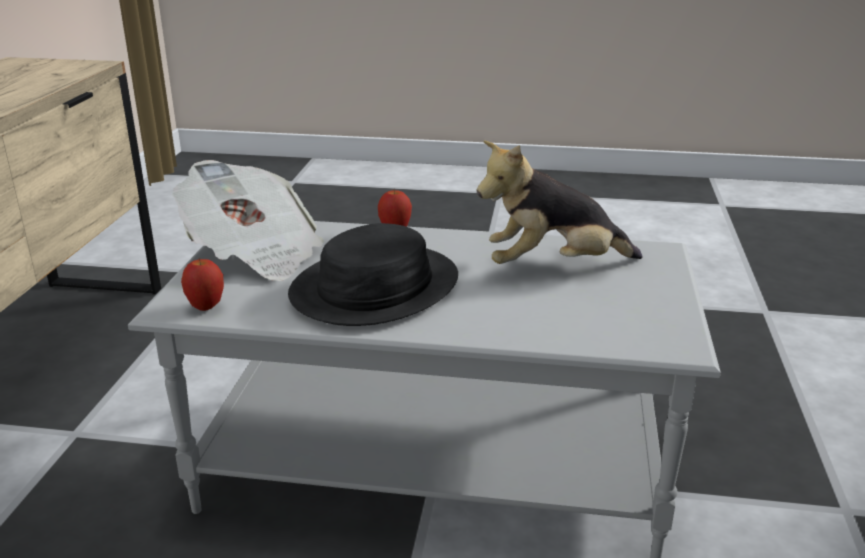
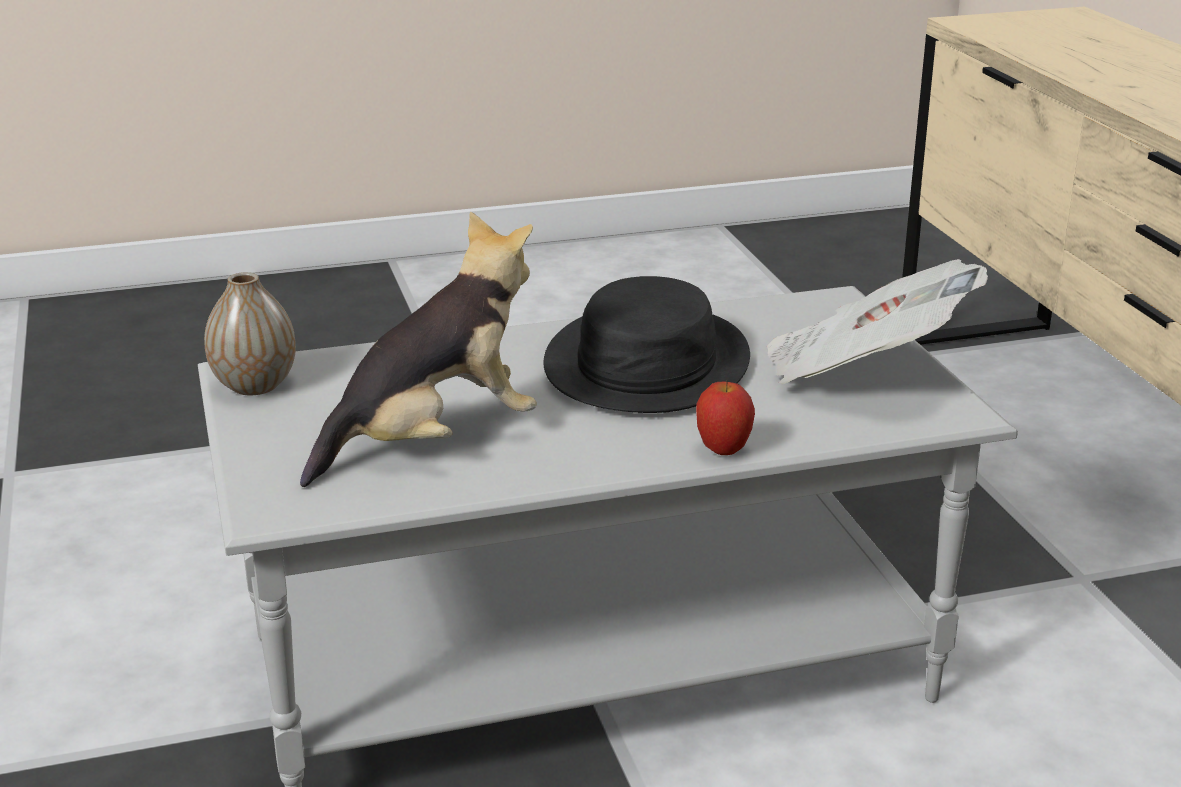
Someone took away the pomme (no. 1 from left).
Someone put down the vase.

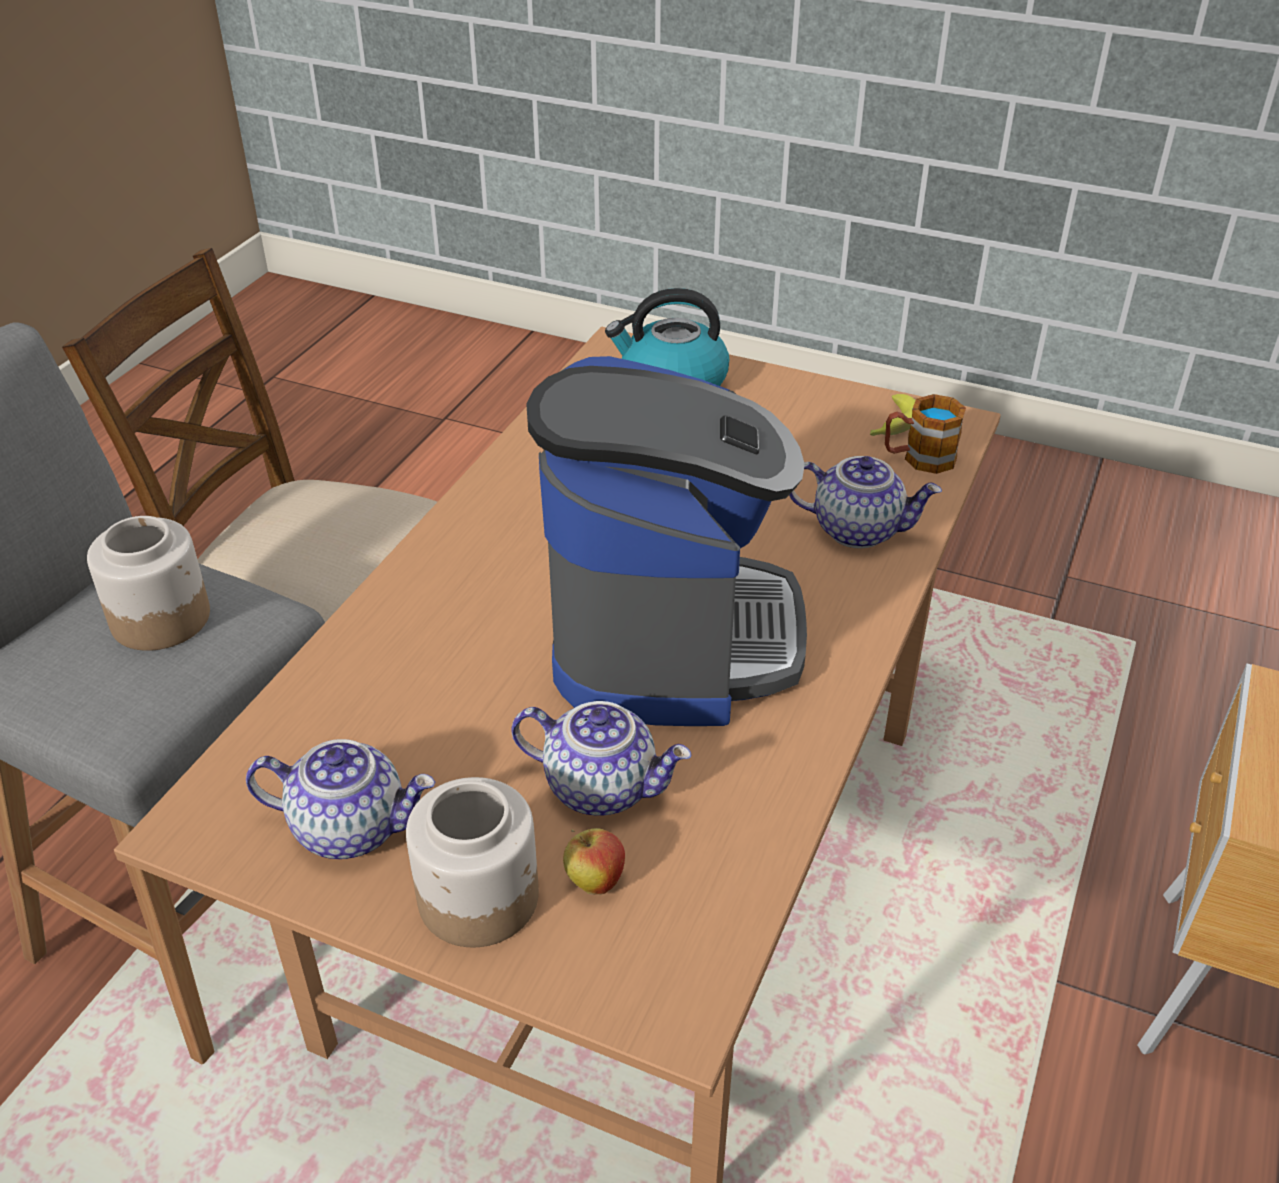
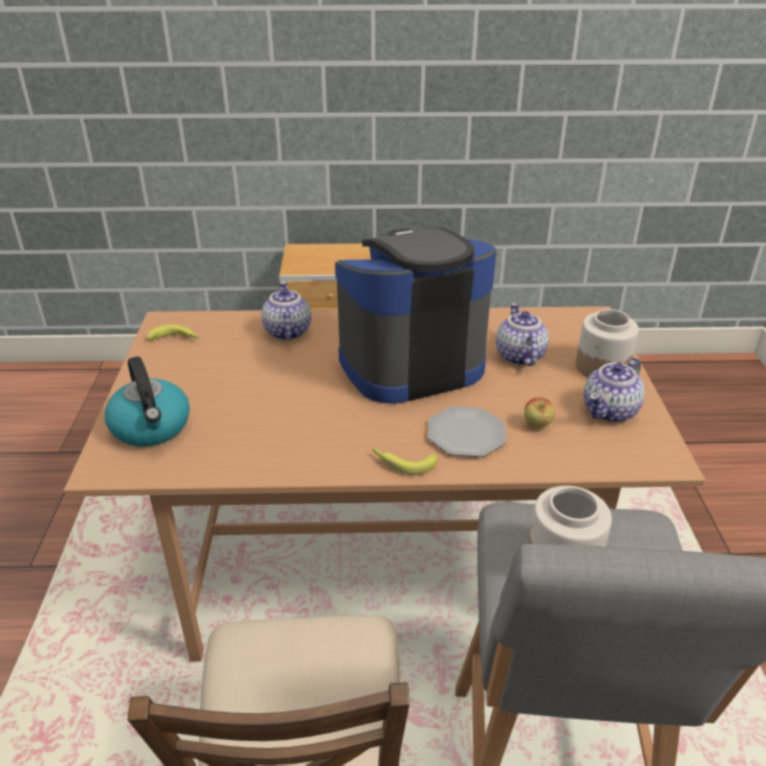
Someone took away the mug.
Someone put down the banane (no. 2 from left).
Someone put down the assiette.
Someone carried the pomme.
Someone rotated the théière (no. 1 from left in the first image) by 120 degrees counterclockwise.

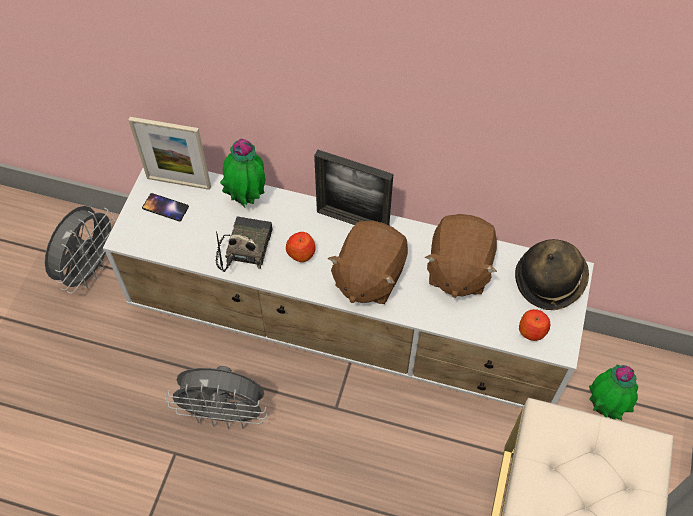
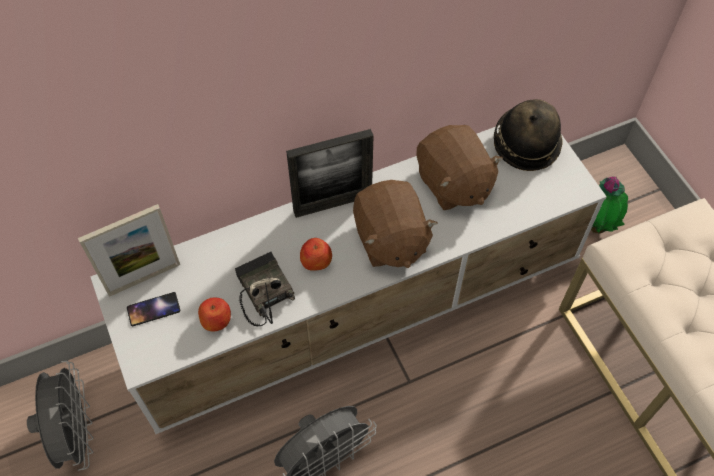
Someone took away the plante en pot (no. 1 from left).
Someone carried the pomme (no. 2 from left in the first image).

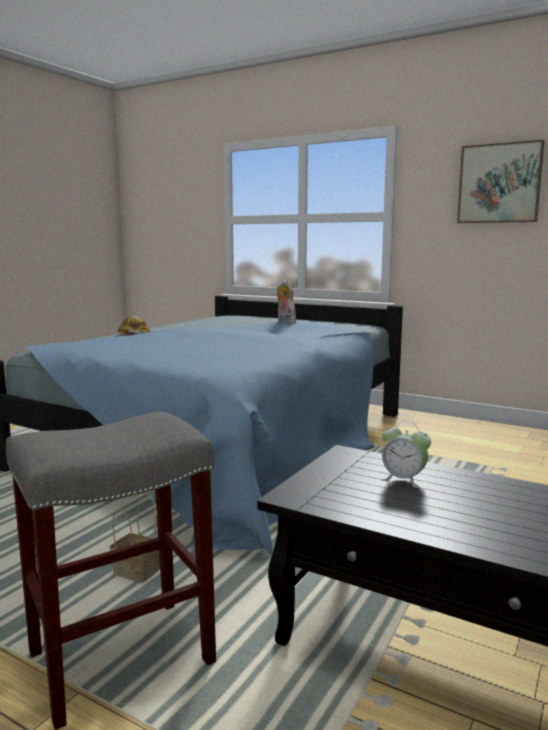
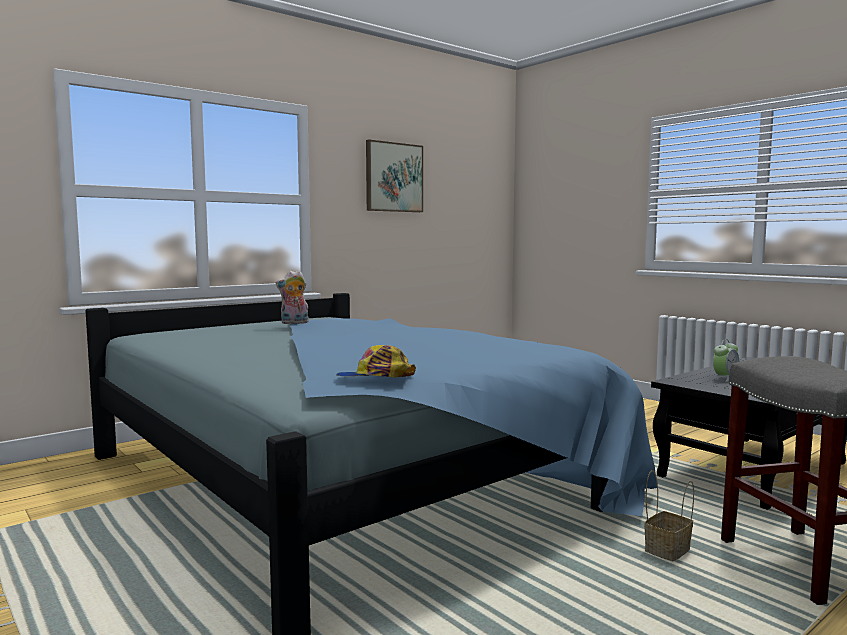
Someone carried the casquette.

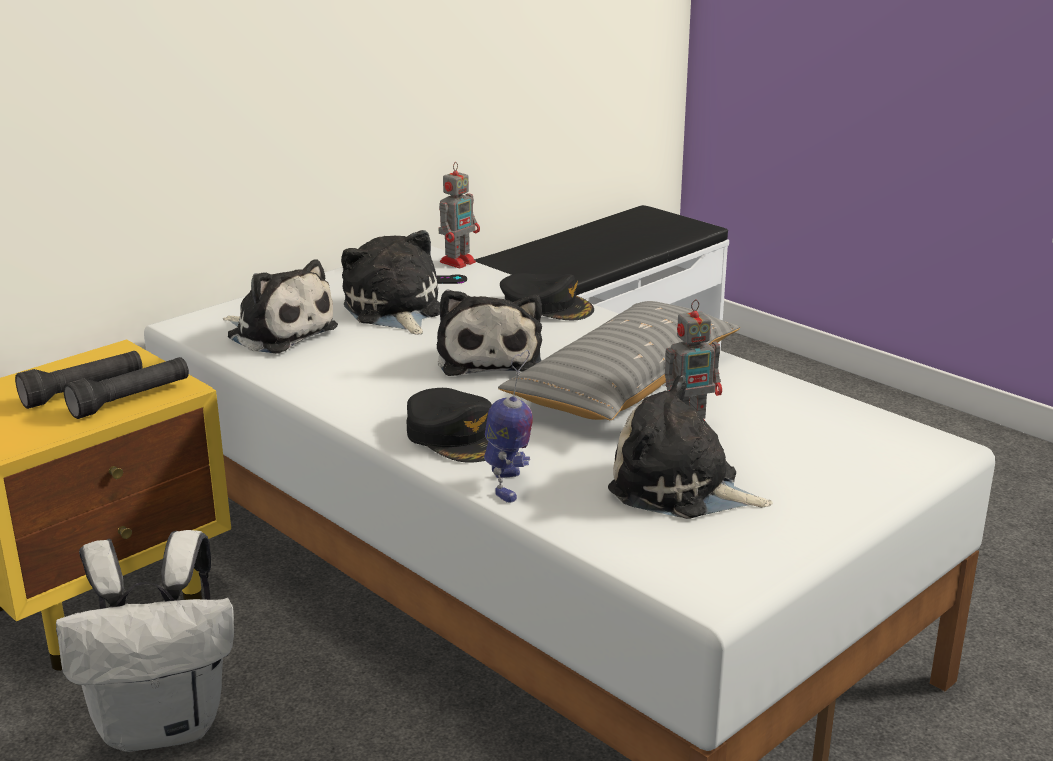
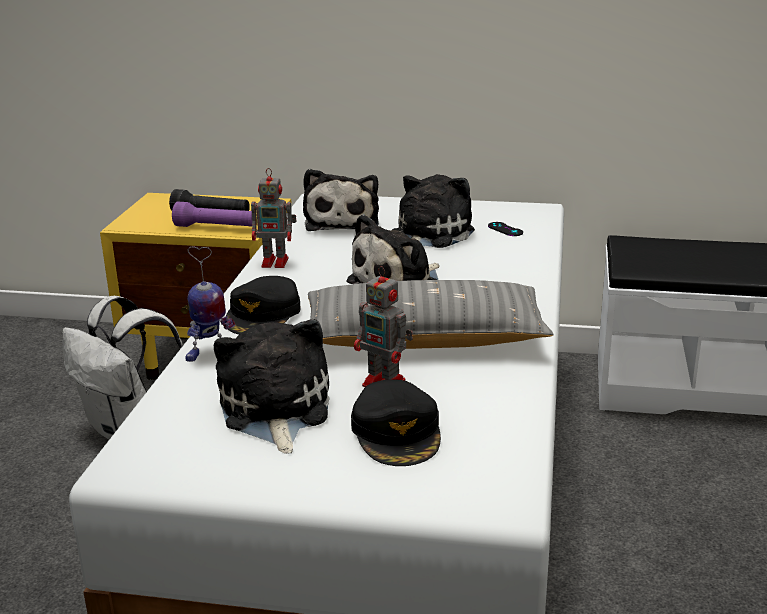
Someone carried the robot jouet (no. 1 from left in the first image).
Someone carried the casquette (noir) (no. 2 from left).
Someone repainted the lampe de poche (noir) (no. 2 from left), which became the lampe de poche (violet).

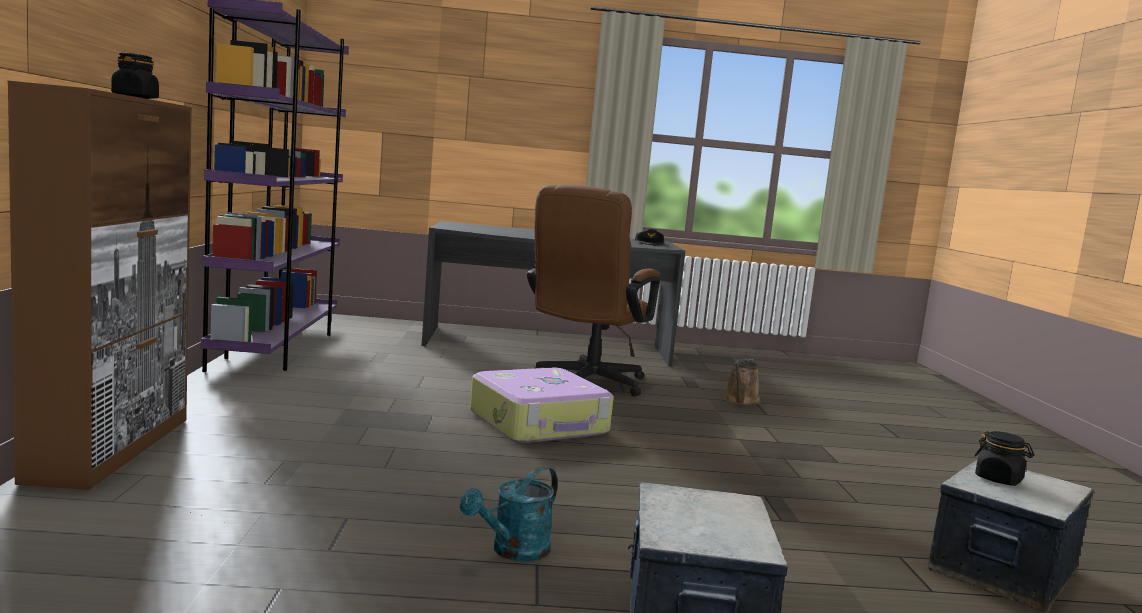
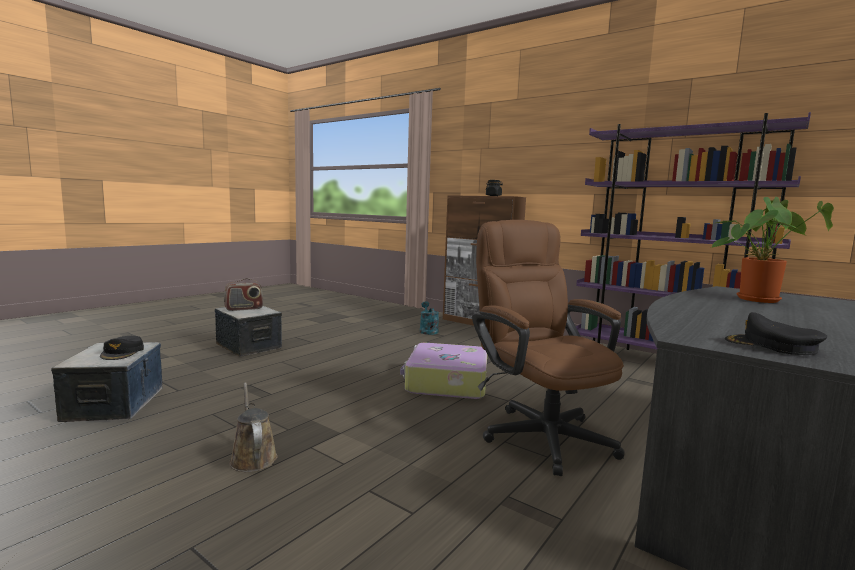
Someone put down the radio.
Someone put down the plante en pot.
Someone carried the arrosoir (turquoise).
Someone carried the arrosoir (marron).
Someone swapped the bocal (noir) (no. 2 from left) for the casquette (noir) (no. 1 from left).

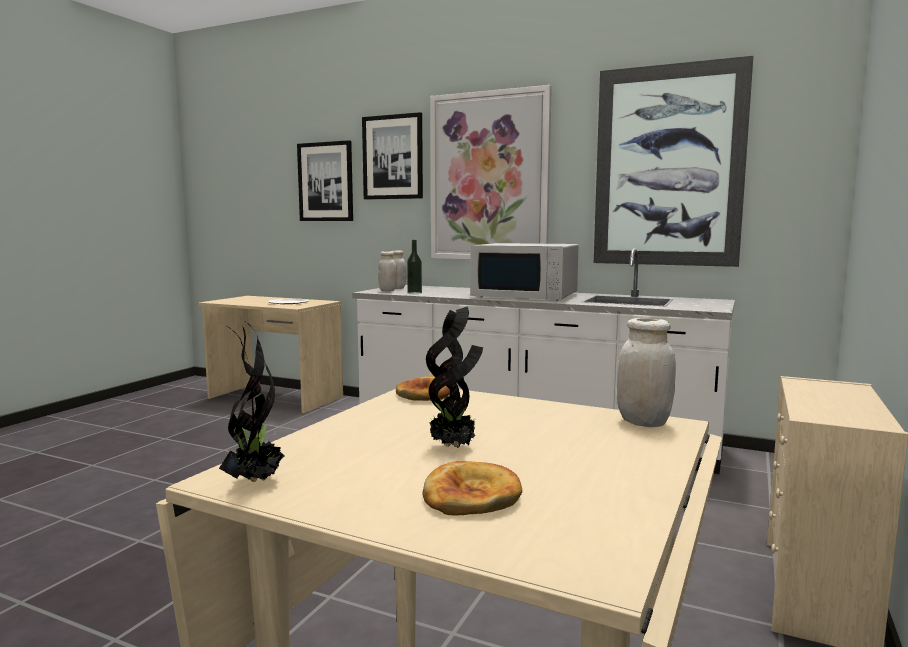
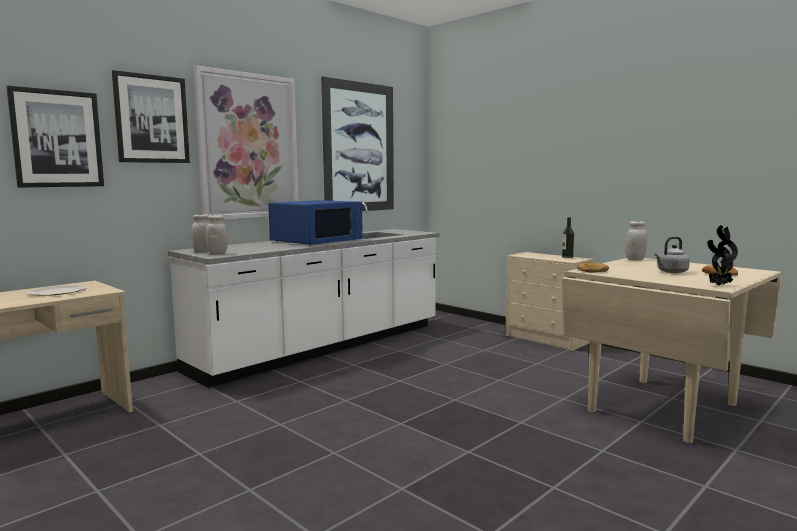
Someone carried the bouteille.
Someone swapped the plante en pot (no. 2 from left) for the bouilloire (gris).
Someone repainted the micro-ondes (blanc), which became the micro-ondes (bleu).

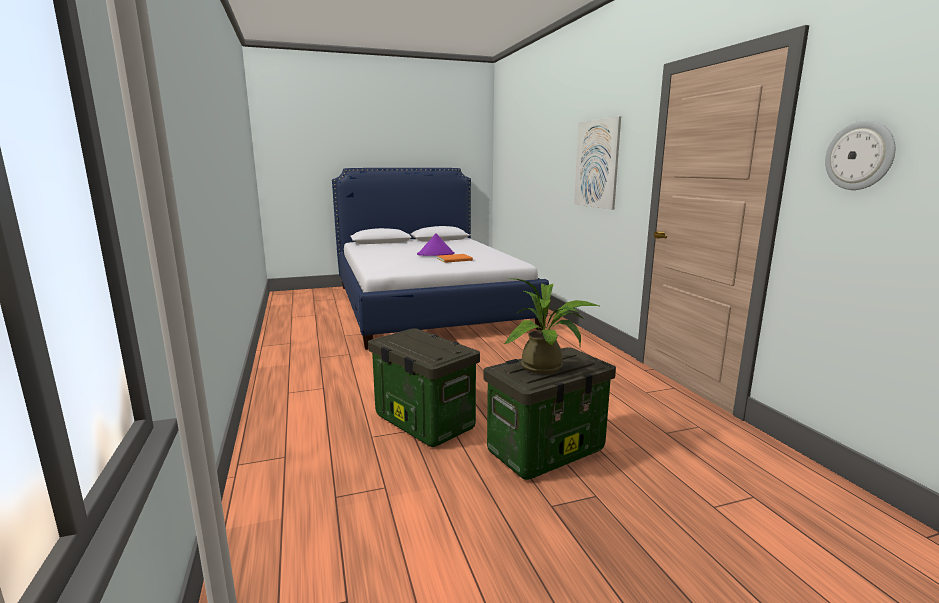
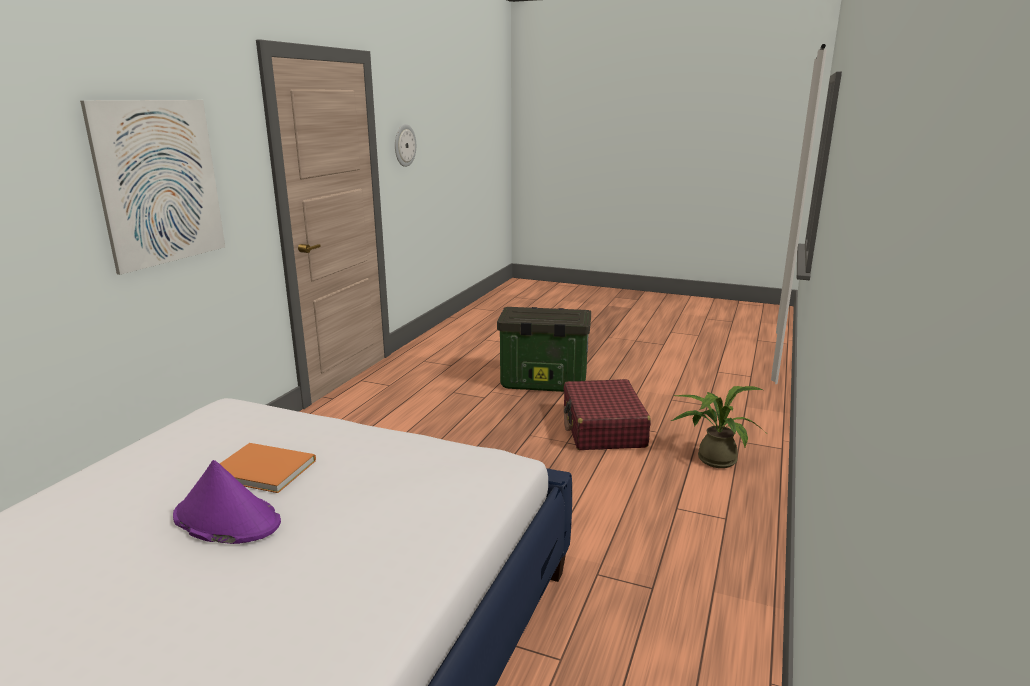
Someone carried the plante en pot.
Someone swapped the boîte de rangement (no. 1 from left) for the valise (rouge).

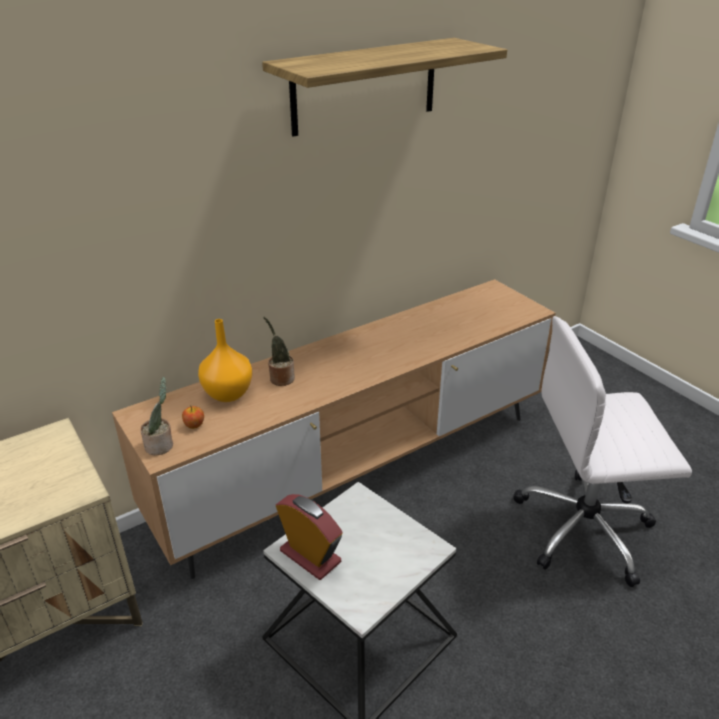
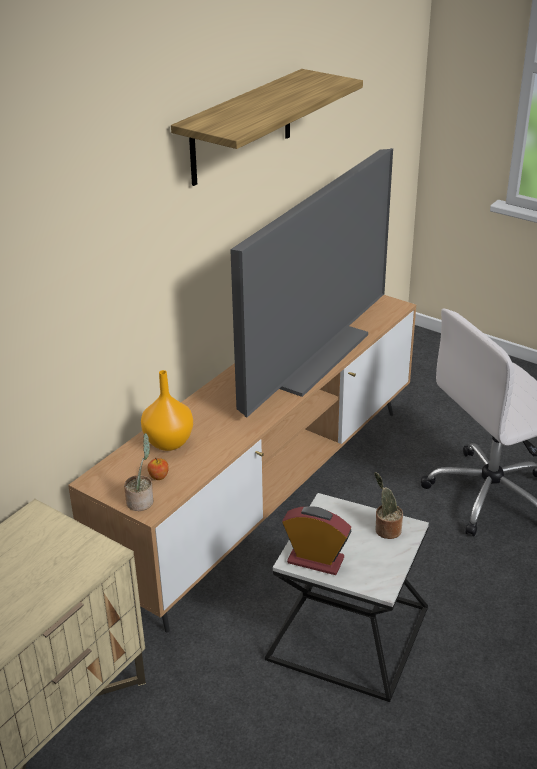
Someone put down the téléviseur.
Someone carried the plante en pot (no. 2 from left).

